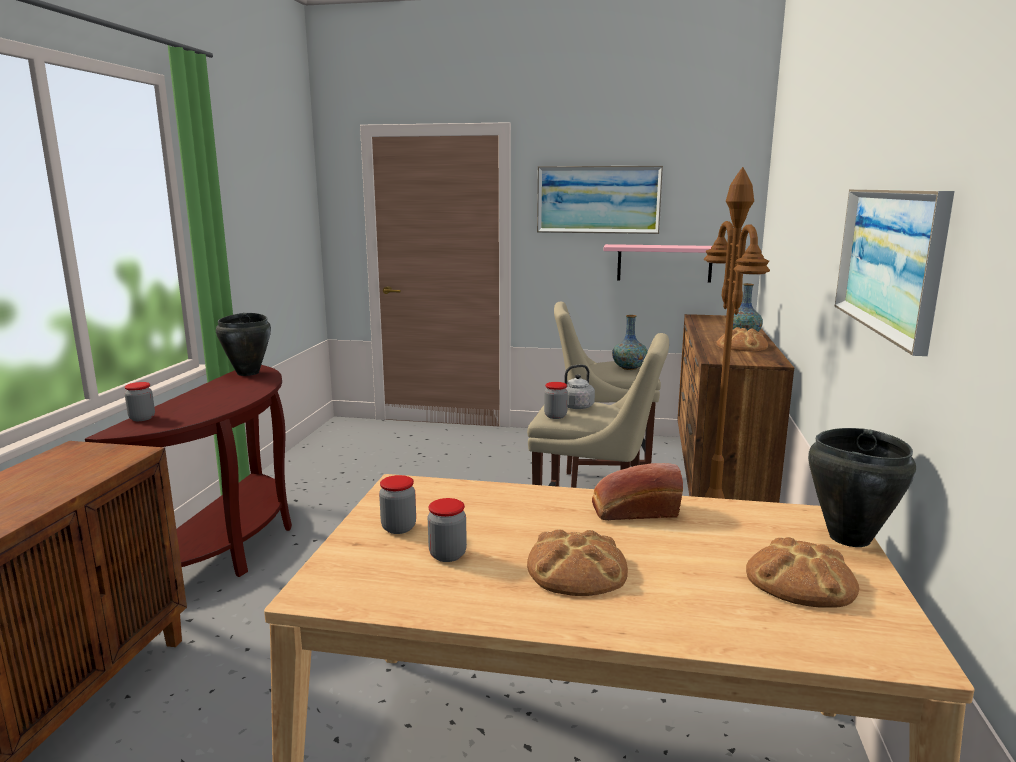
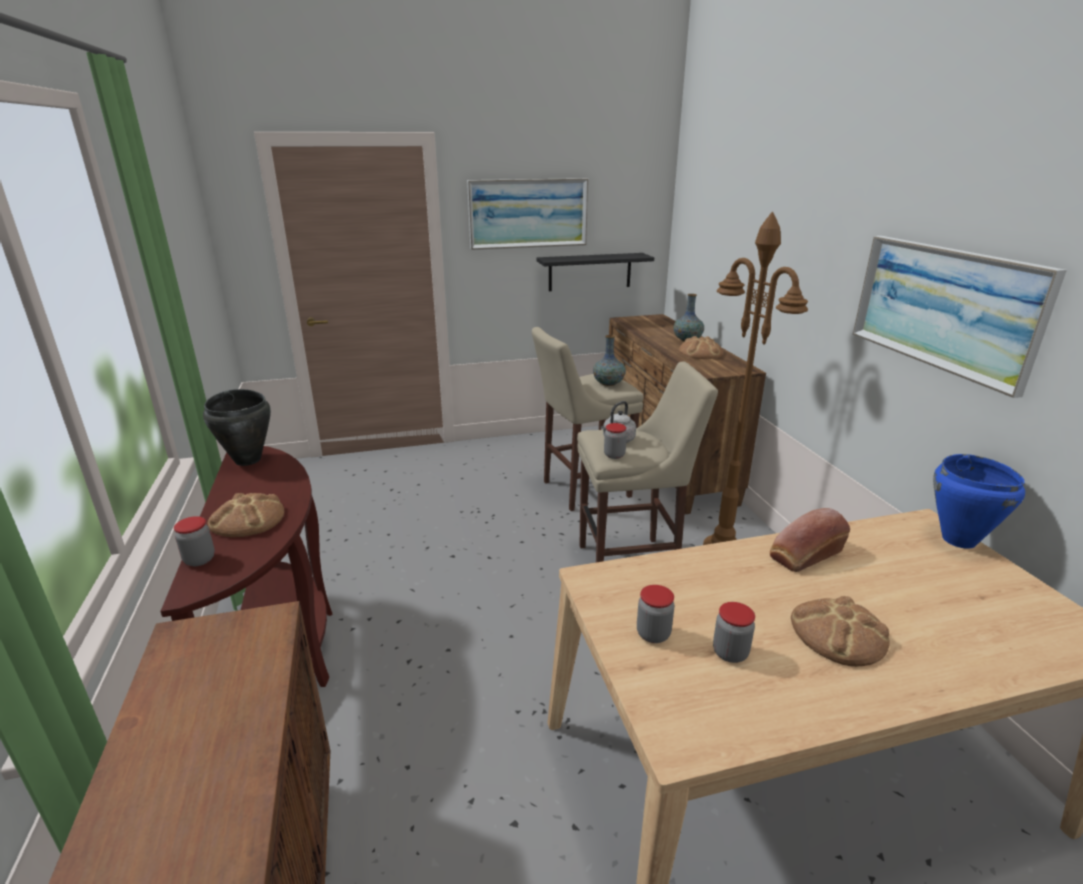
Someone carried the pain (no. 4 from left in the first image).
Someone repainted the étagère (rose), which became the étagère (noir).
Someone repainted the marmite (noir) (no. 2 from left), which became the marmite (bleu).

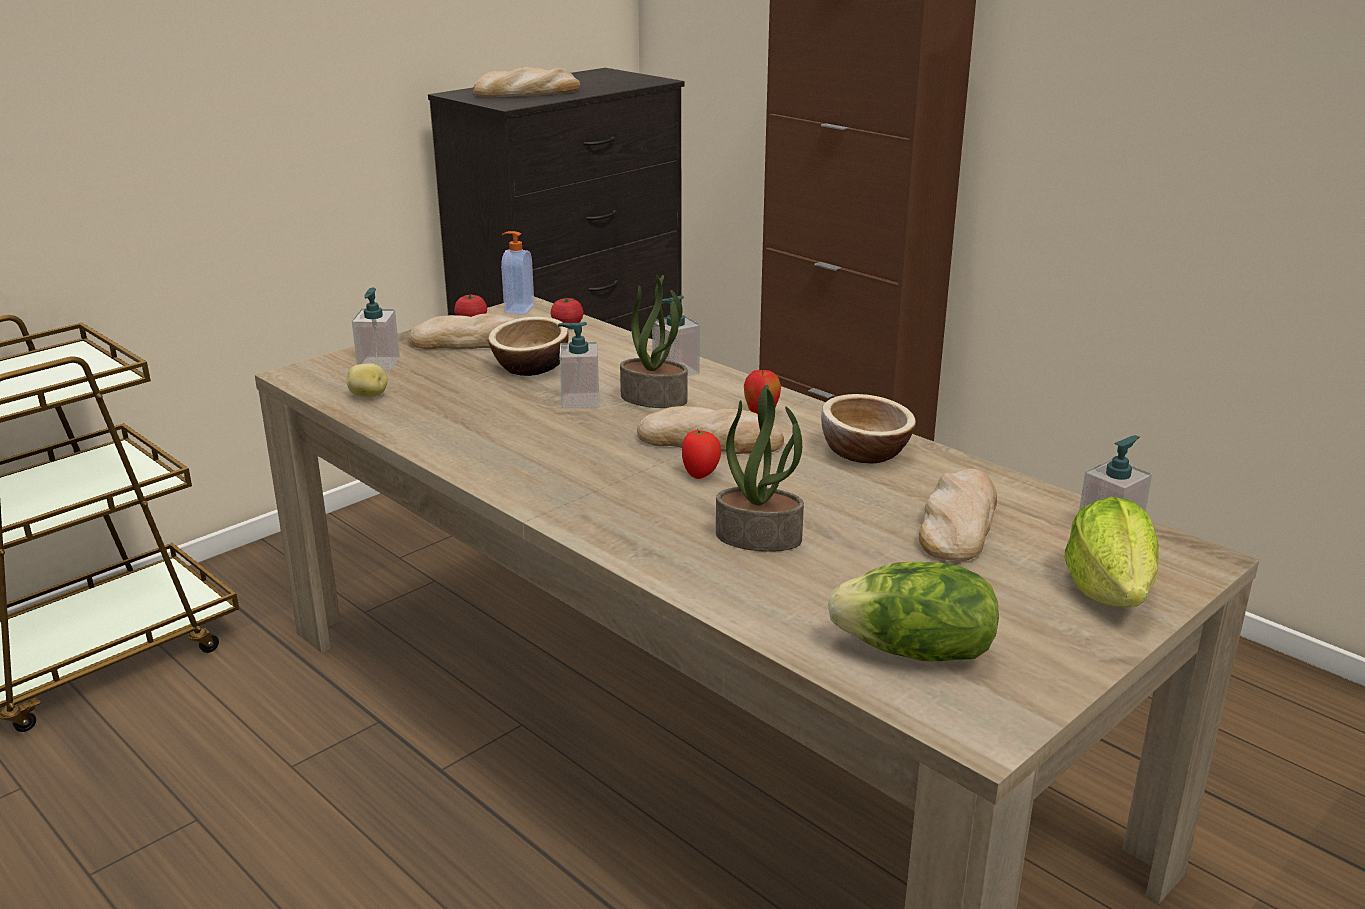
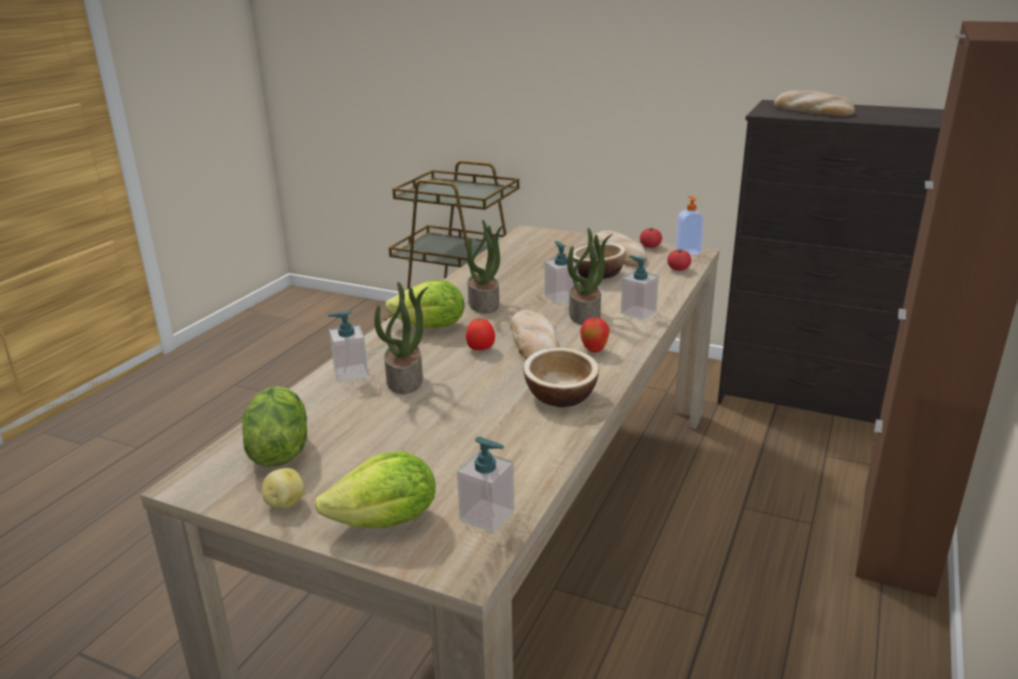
Someone took away the pain (no. 4 from left).
Someone put down the laitue (no. 3 from left).
Someone put down the plante en pot (no. 2 from left).
Someone carried the pomme de terre.
Someone carried the distributeur de savon (no. 1 from left).

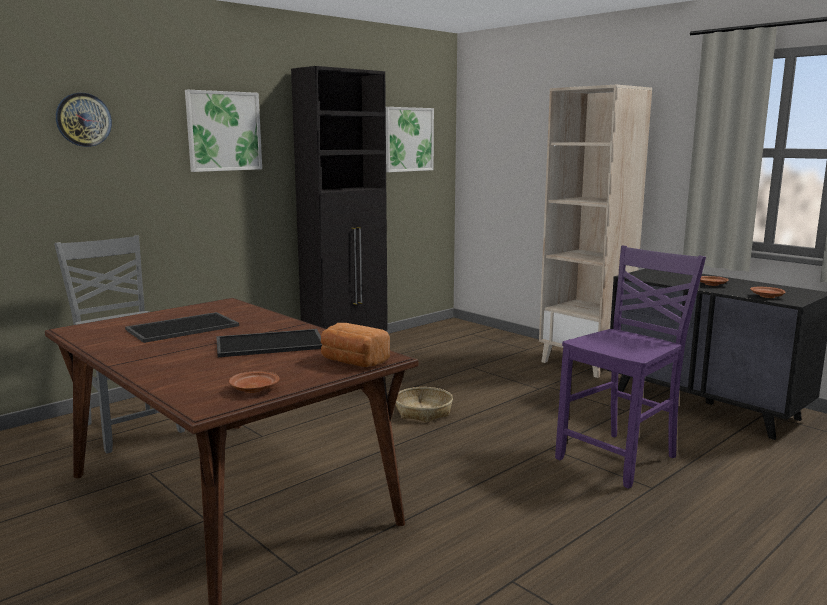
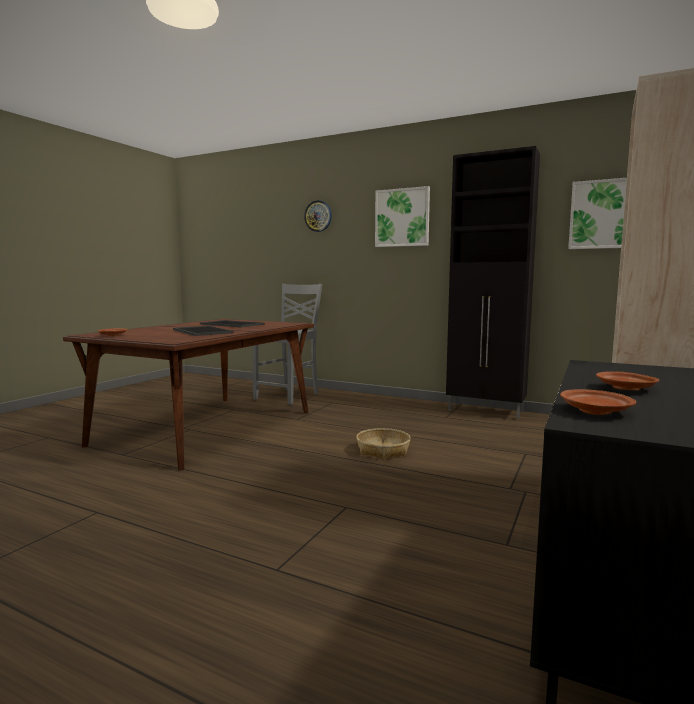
Someone took away the pain.
Someone took away the chaise (violet).

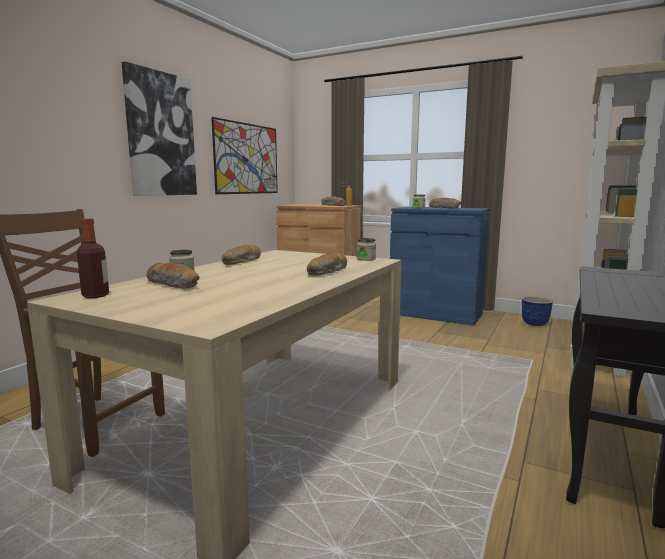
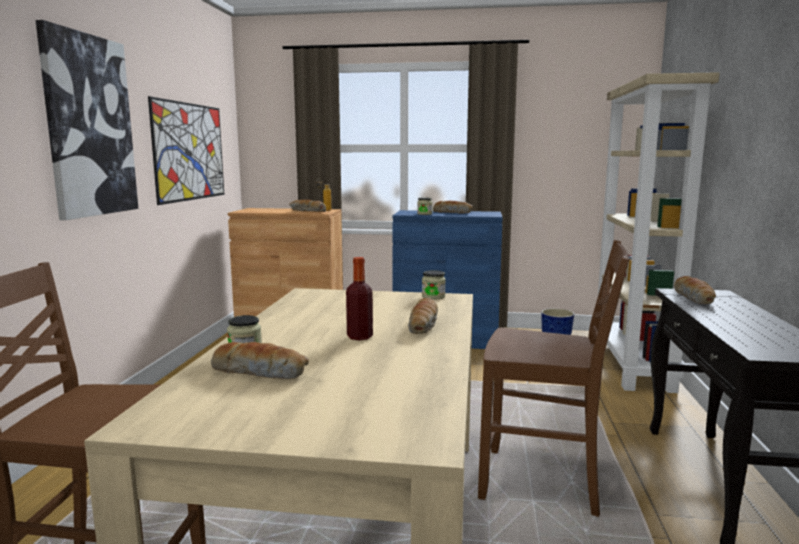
Someone put down the chaise (marron) (no. 2 from left).
Someone carried the bouteille (no. 1 from left in the first image).
Someone carried the pain (no. 2 from left in the first image).

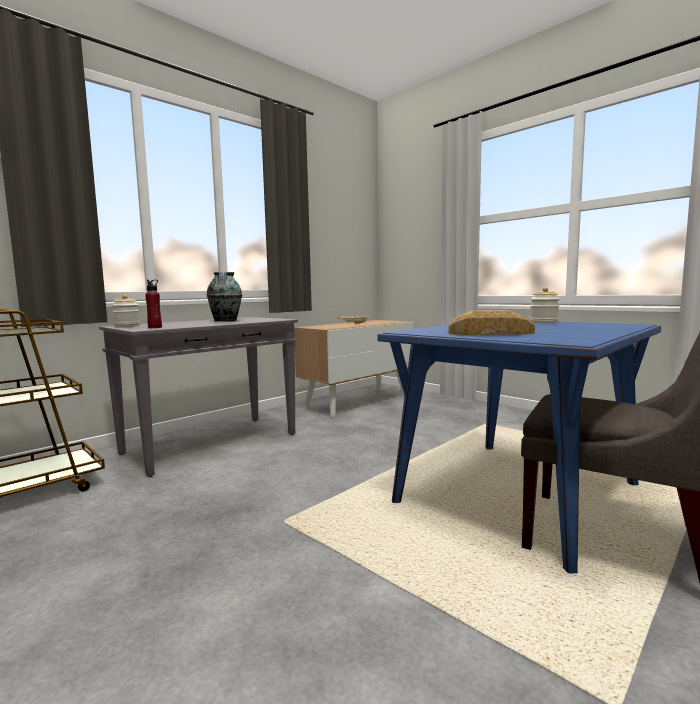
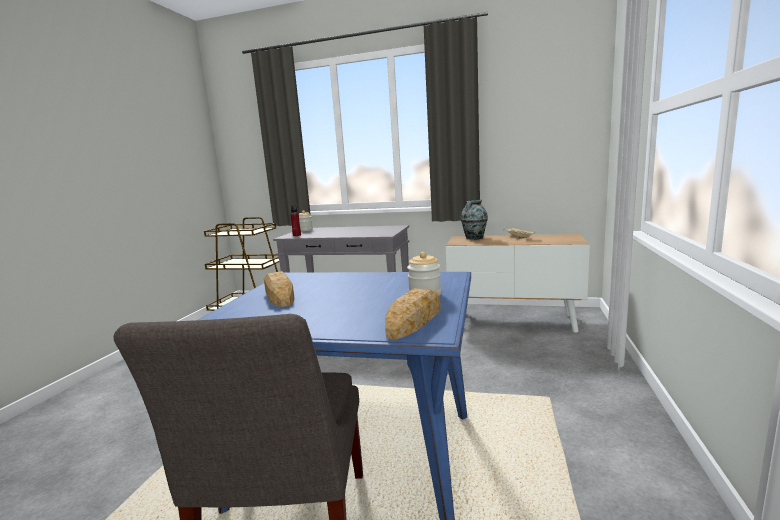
Someone put down the pain (no. 2 from left).
Someone carried the vase.

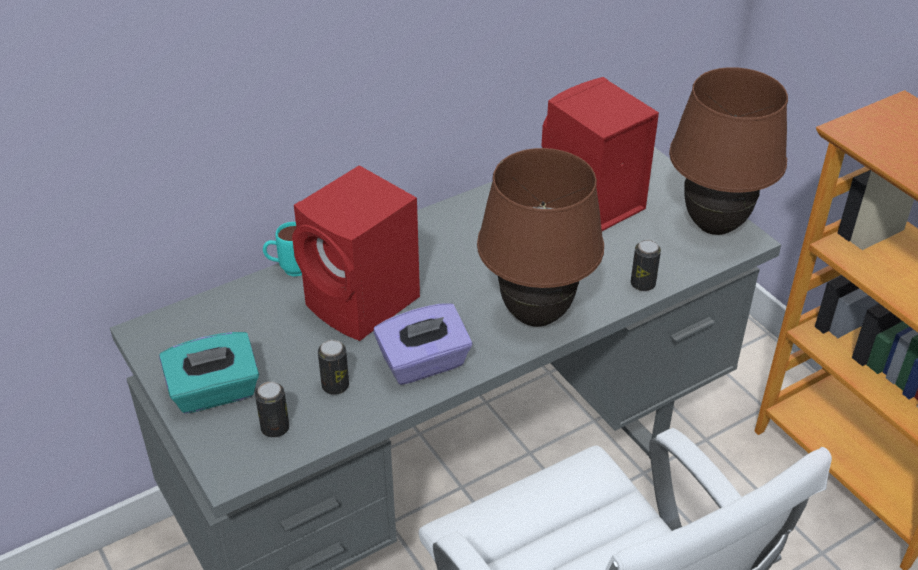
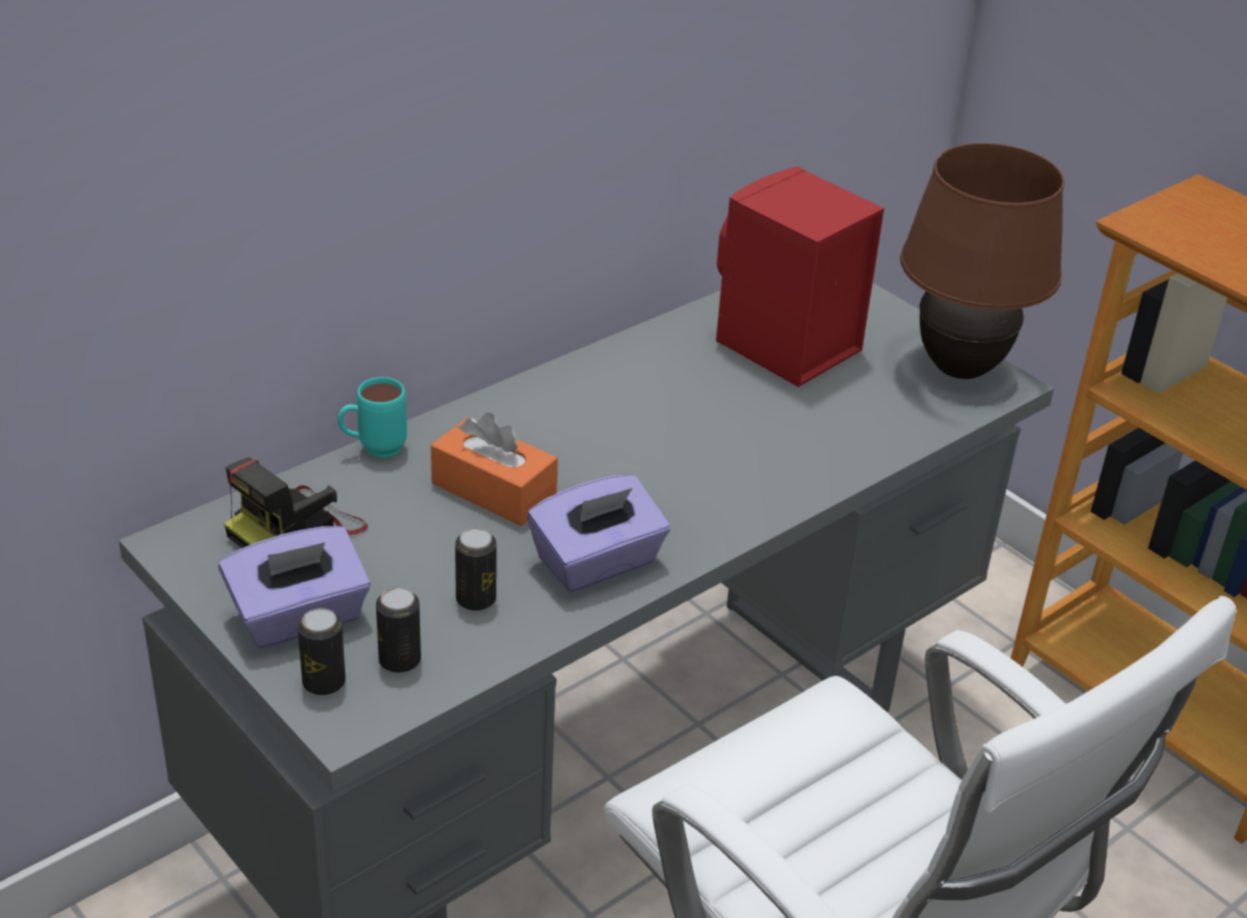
Someone took away the lampe de table (marron) (no. 1 from left).
Someone put down the appareil photo.
Someone carried the boîte métallique (no. 3 from left in the first image).
Someone swapped the enceinte (rouge) (no. 1 from left) for the boîte à mouchoirs (orange).
Someone repainted the boîte à mouchoirs (turquoise), which became the boîte à mouchoirs (violet) (no. 1 from left).

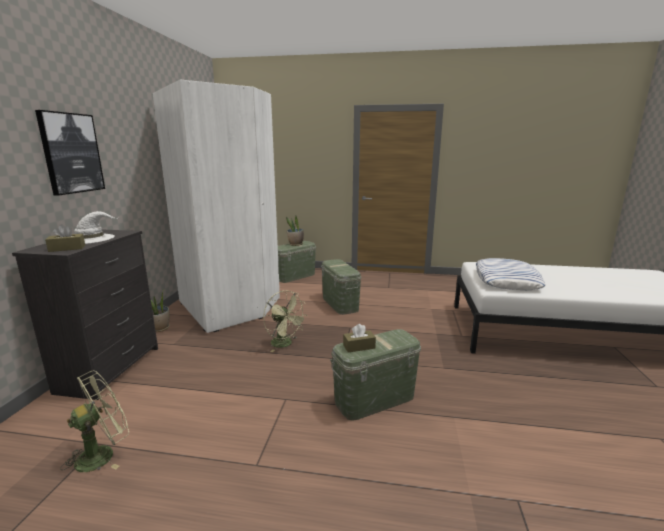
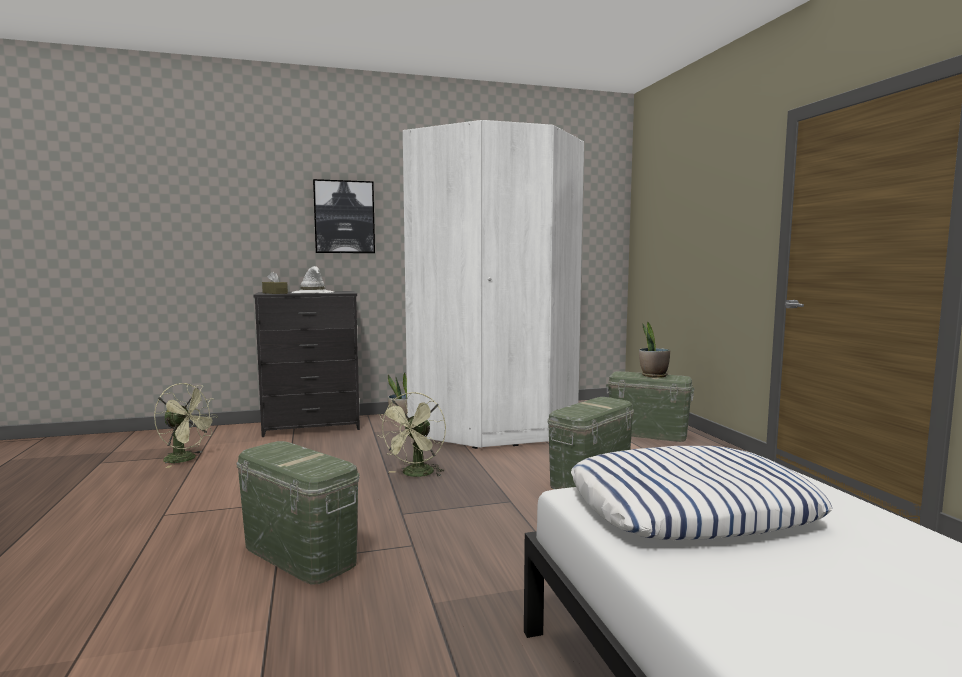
Someone took away the boîte à mouchoirs (marron) (no. 2 from left).

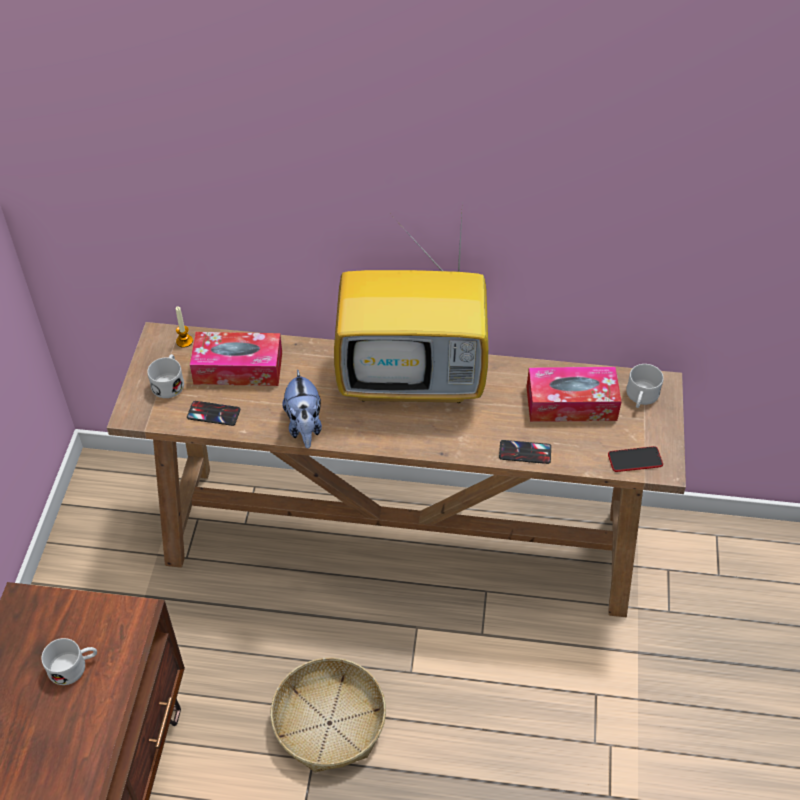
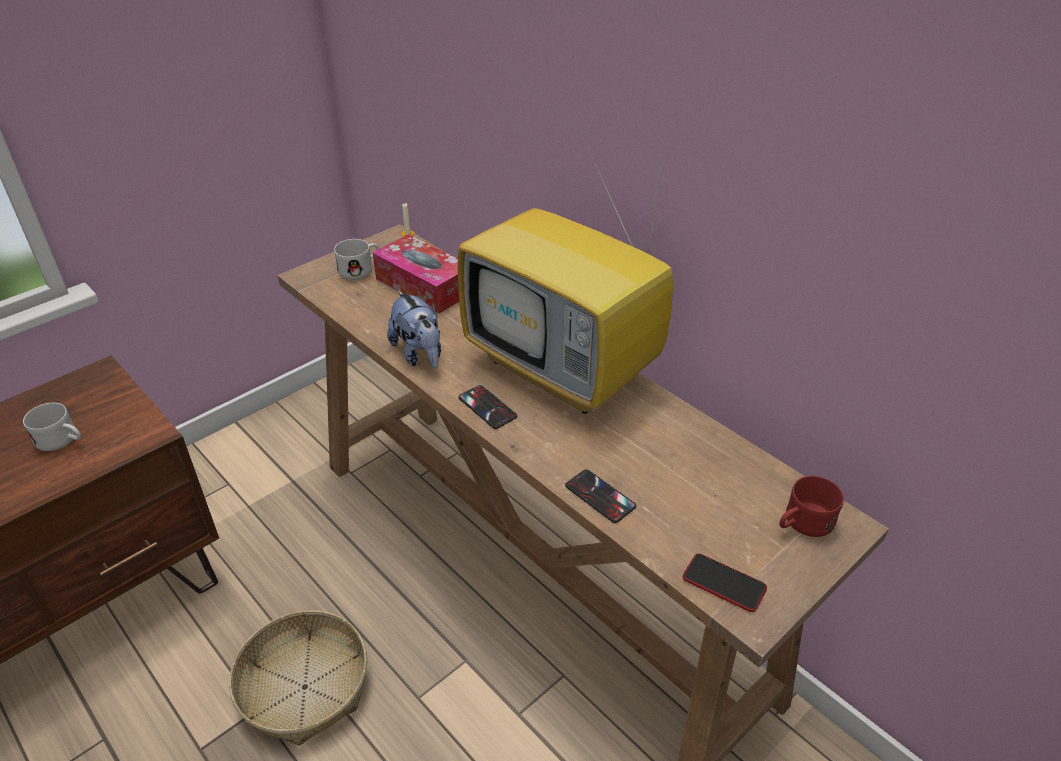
Someone took away the boîte à mouchoirs (no. 2 from left).
Someone carried the téléphone (no. 1 from left).
Someone repainted the mug (blanc) (no. 3 from left), which became the mug (rouge).
Someone rotated the peluche by 60 degrees counterclockwise.

